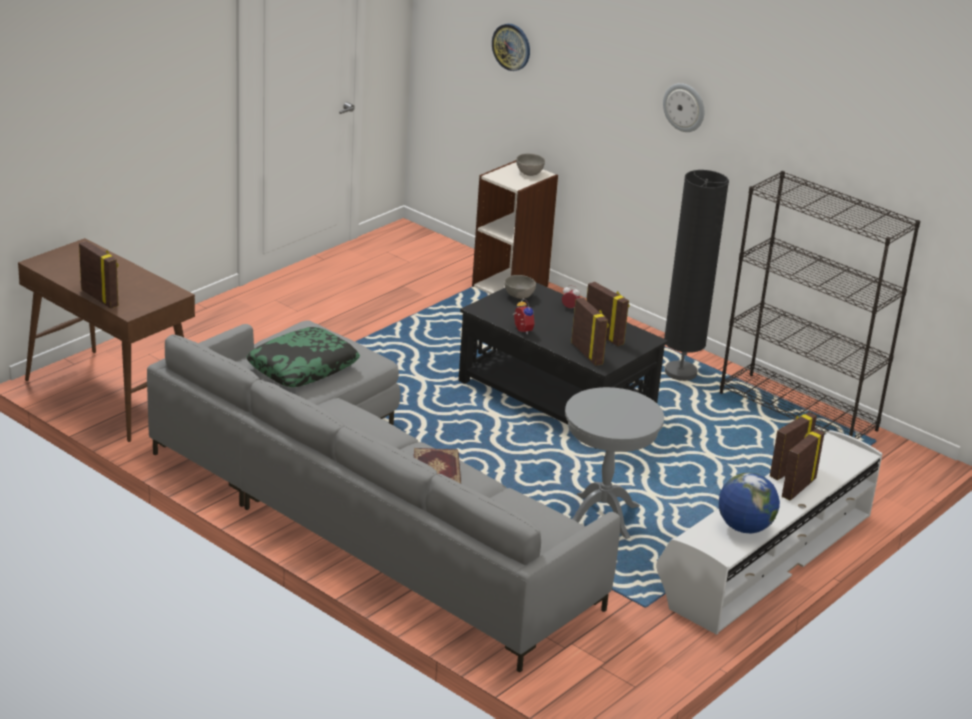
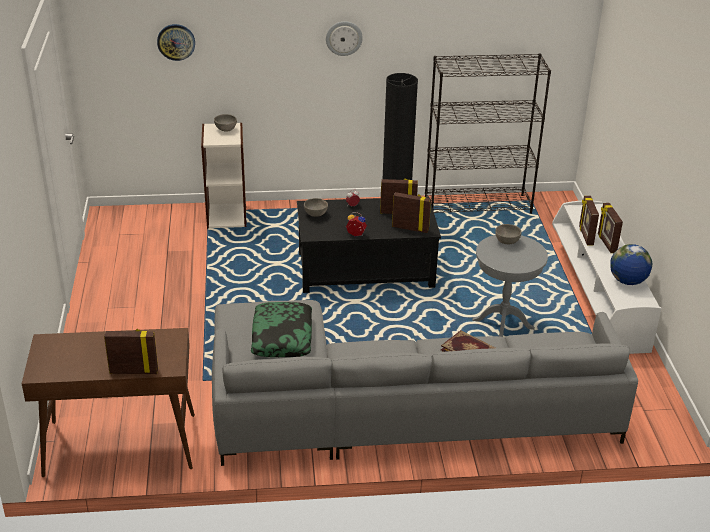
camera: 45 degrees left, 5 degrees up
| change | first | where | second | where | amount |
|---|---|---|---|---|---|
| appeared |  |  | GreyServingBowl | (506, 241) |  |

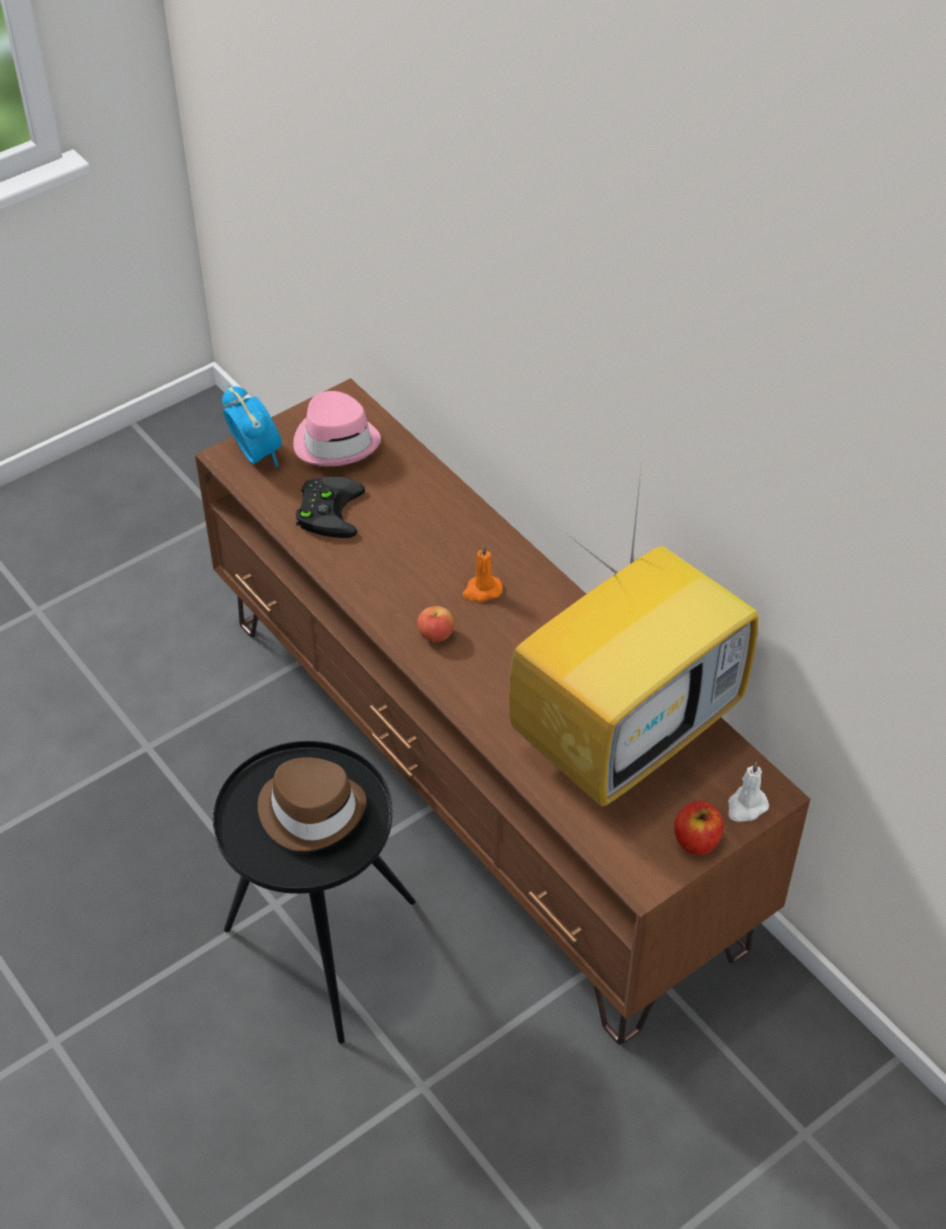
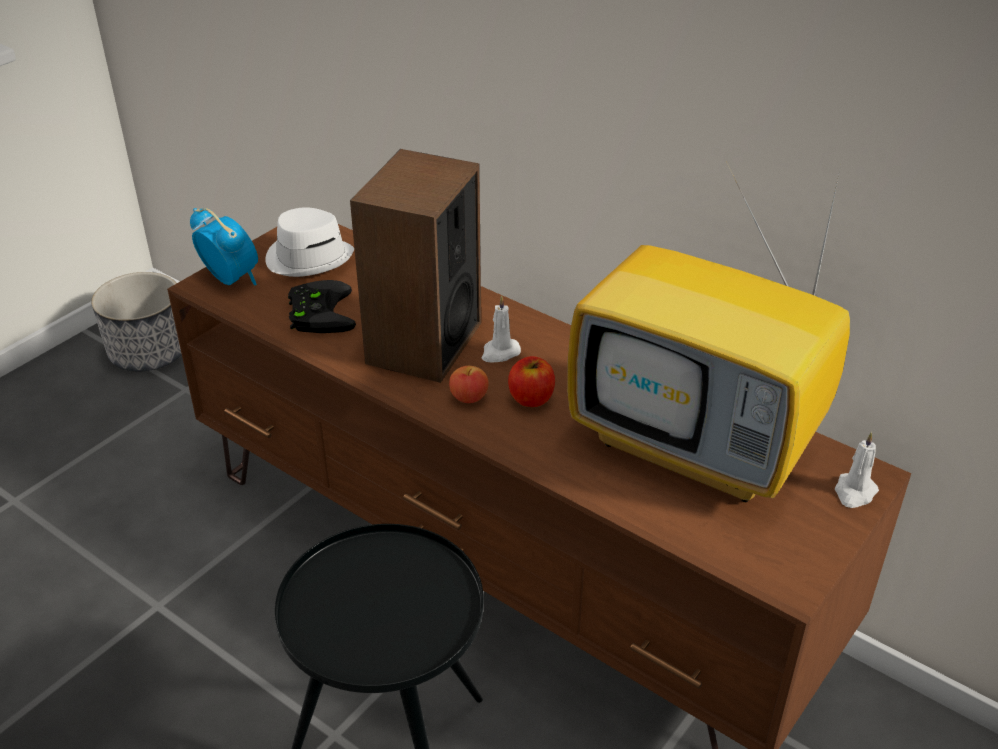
camera: 15 degrees left, 10 degrees down
| change | first | where | second | where | amount |
|---|---|---|---|---|---|
| appeared |  |  | PlantPot | (149, 352) |  |
| colour | PinkColouredWearableHat | (336, 441) | WhiteColouredWearableHat | (309, 258) |  |
| appeared |  |  | Speaker | (423, 343) |  |
| colour | OrangeWaxLight | (482, 590) | WhiteColouredWaxLight | (500, 352) |  |
| relocated | Apple | (696, 840) |  | (531, 398) |  |
| spun | TvSet | (626, 730) |  | (700, 446) | 90 degrees clockwise |
| missing | BrownColouredWearableHat | (312, 811) |  |  |  |

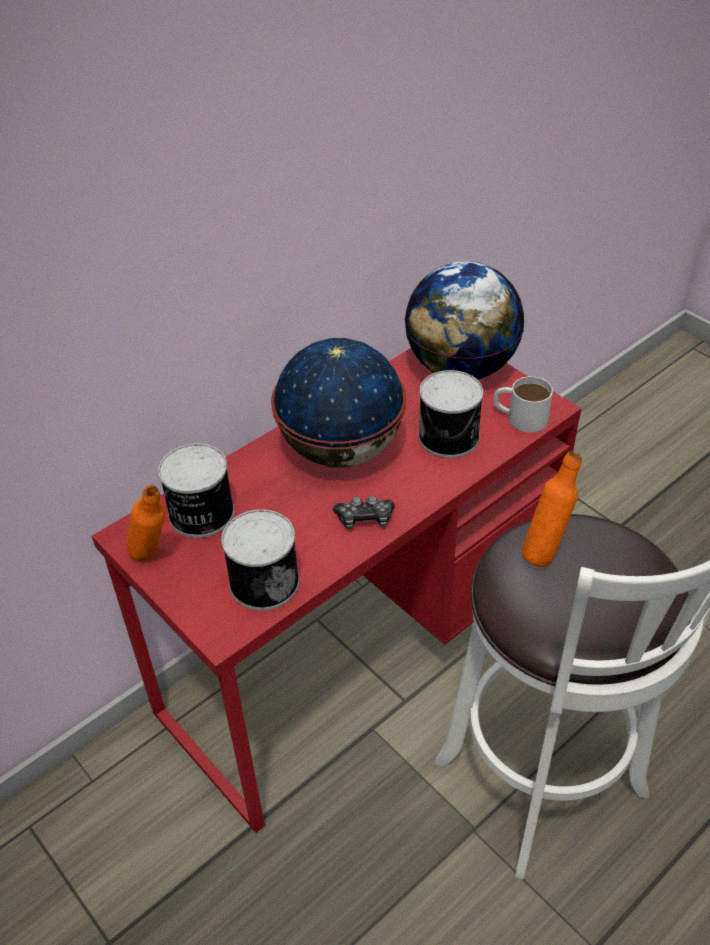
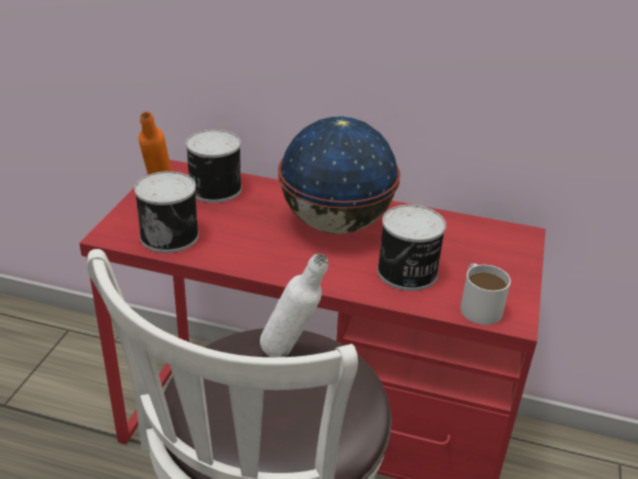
camera: 55 degrees right, 10 degrees down
| change | first | where | second | where | amount |
|---|---|---|---|---|---|
| colour | OrangeBeverageBottle | (545, 552) | WhiteColouredBeverageBottle | (291, 354) |  |
| missing | Joypad | (365, 519) |  |  |  |
| missing | WorldGlobe | (460, 368) |  |  |  |

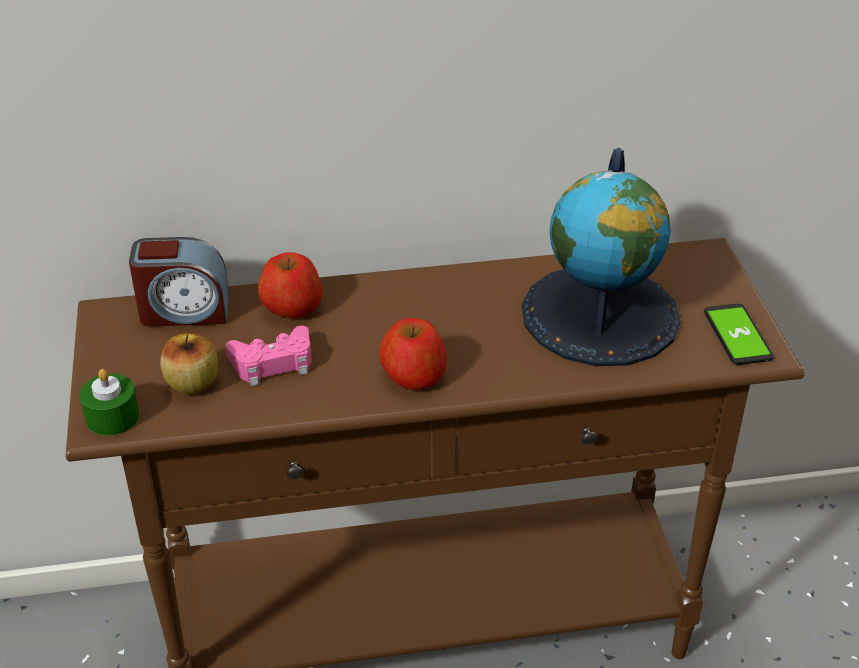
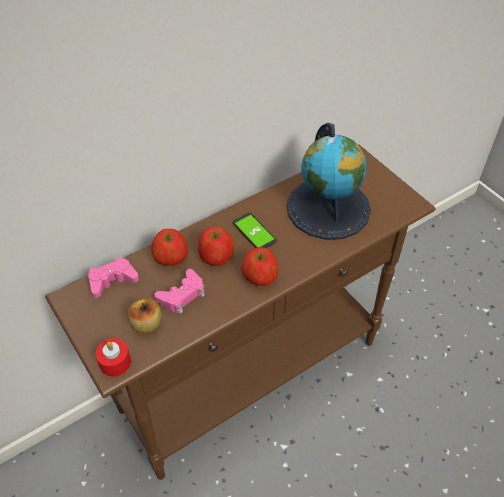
camera: 25 degrees left, 10 degrees up
| change | first | where | second | where | amount |
|---|---|---|---|---|---|
| exchanged | AlarmClock | (184, 311) | PinkColouredJoypad | (112, 280) |  |
| colour | GreenWaxLight | (112, 417) | RedColouredWaxLight | (115, 362) |  |
| appeared |  |  | Apple | (216, 255) |  |
| relocated | Telephone | (737, 335) |  | (254, 232) |  |

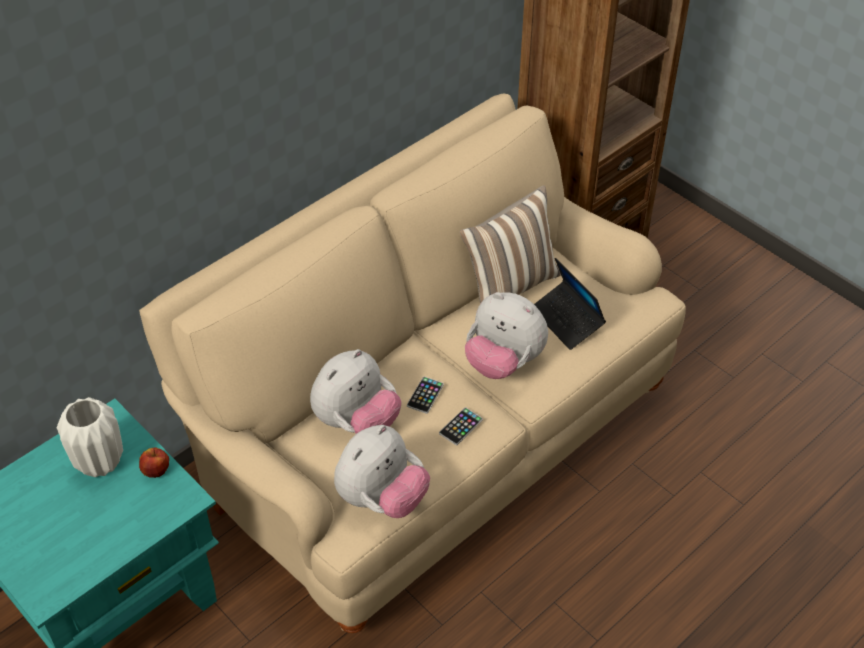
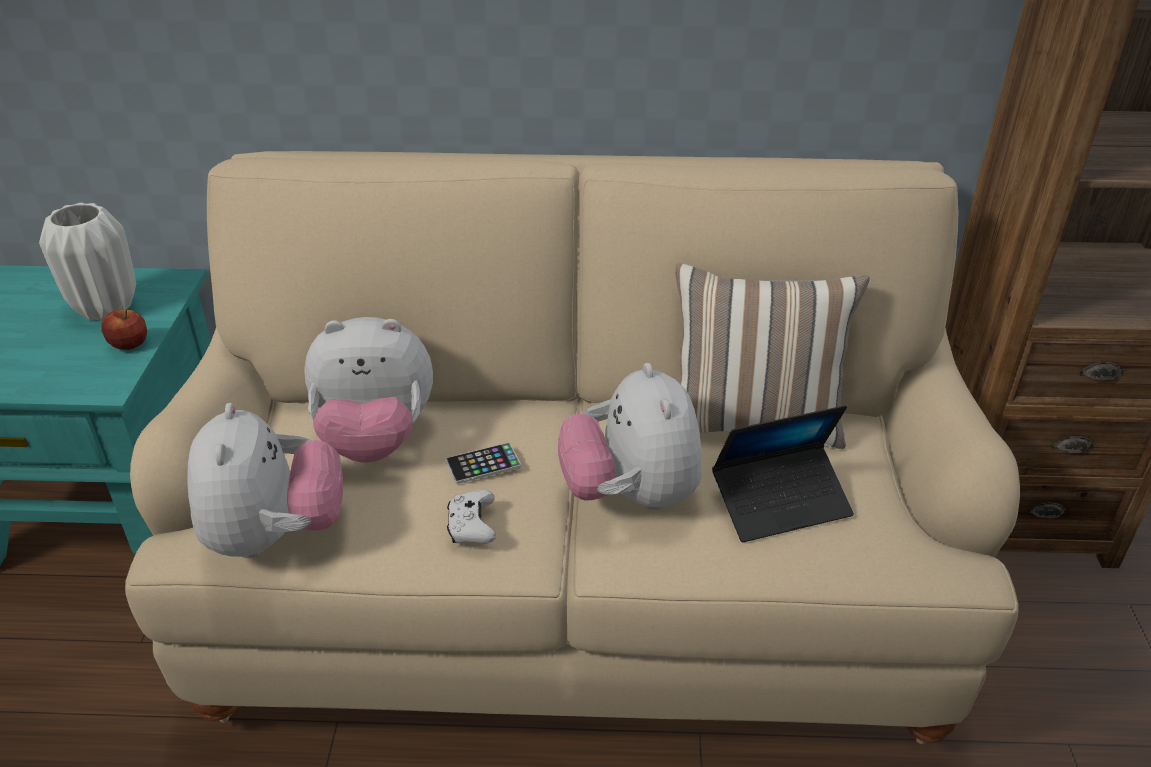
camera: 45 degrees right, 10 degrees down
| change | first | where | second | where | amount |
|---|---|---|---|---|---|
| spun | SoftToy | (382, 498) |  | (275, 535) | 90 degrees counterclockwise |
| exchanged | Telephone | (460, 426) | WhiteColouredJoypad | (472, 526) |  |
| spun | PortableComputer | (567, 320) |  | (781, 502) | 120 degrees counterclockwise |

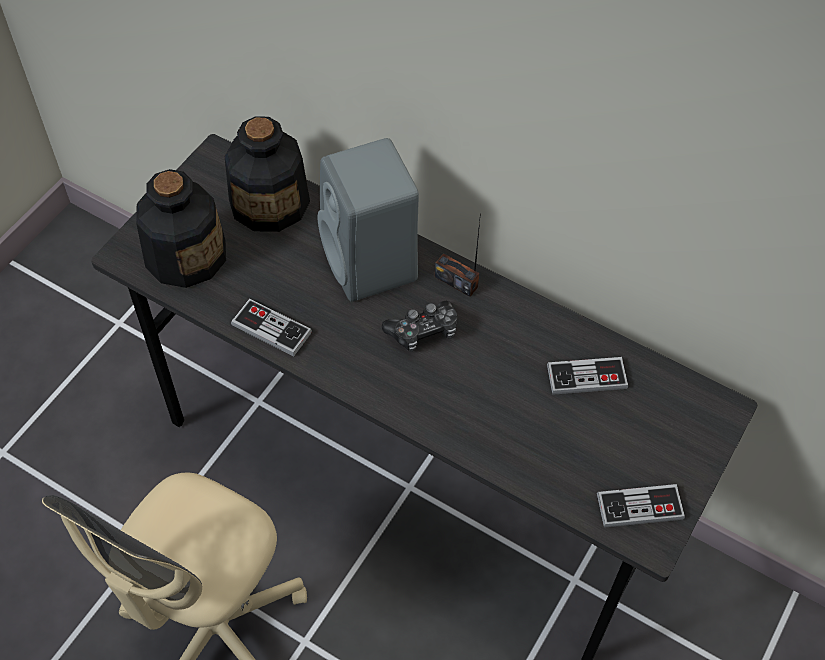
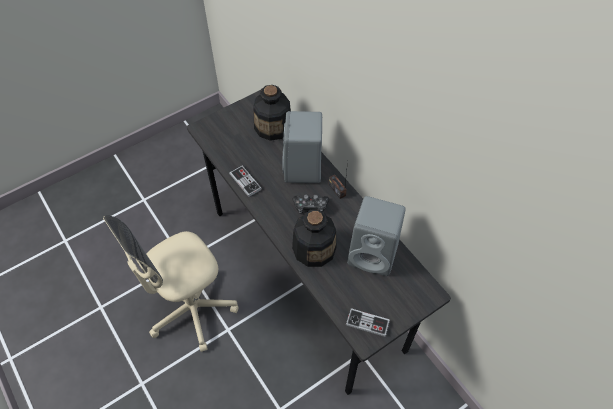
camera: 25 degrees right, 0 degrees up
| change | first | where | second | where | amount |
|---|---|---|---|---|---|
| relocated | BeverageBottle | (185, 255) |  | (314, 248) |  |
| exchanged | Joypad | (586, 377) | GreySpeaker | (374, 255) |  |

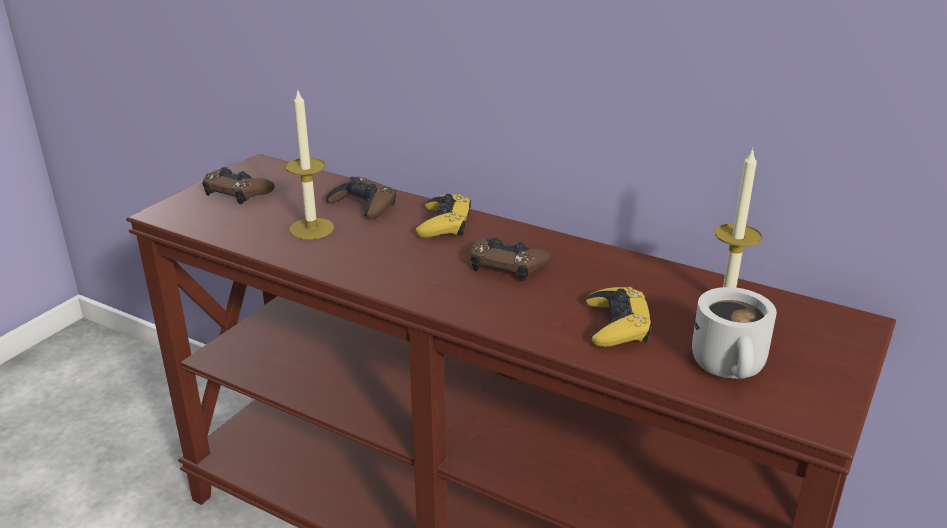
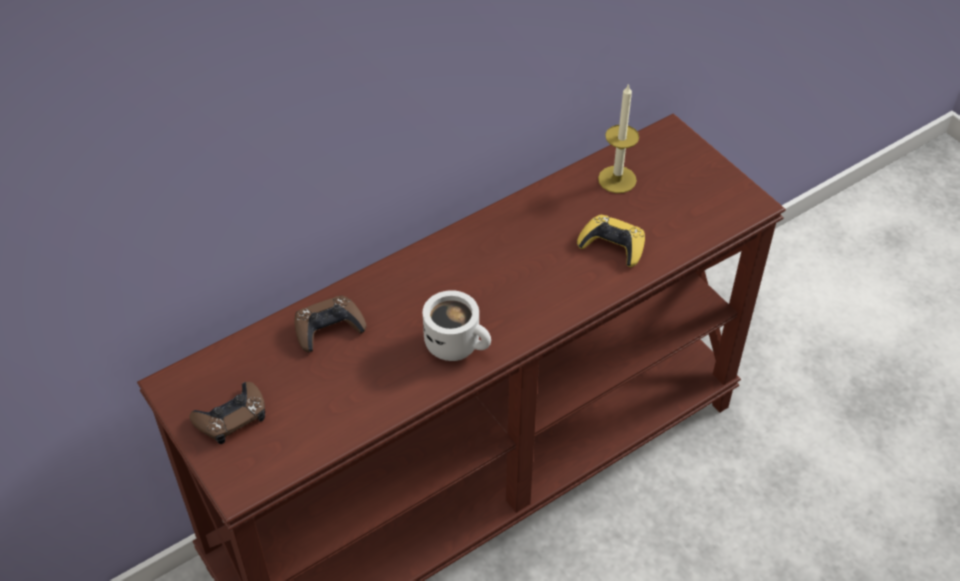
camera: 65 degrees left, 20 degrees up
| change | first | where | second | where | amount |
|---|---|---|---|---|---|
| relocated | WhiteColouredTeaMug | (732, 367) |  | (457, 343) |  |
| missing | WaxLight | (311, 228) |  |  |  |
| missing | YellowJoypad | (444, 224) |  |  |  |
| missing | BrownColouredJoypad | (507, 265) |  |  |  |

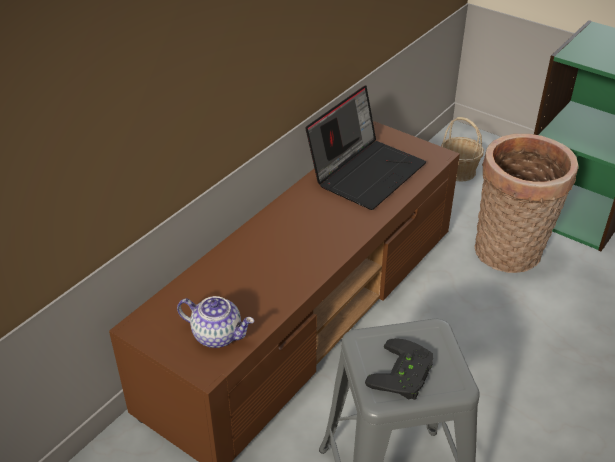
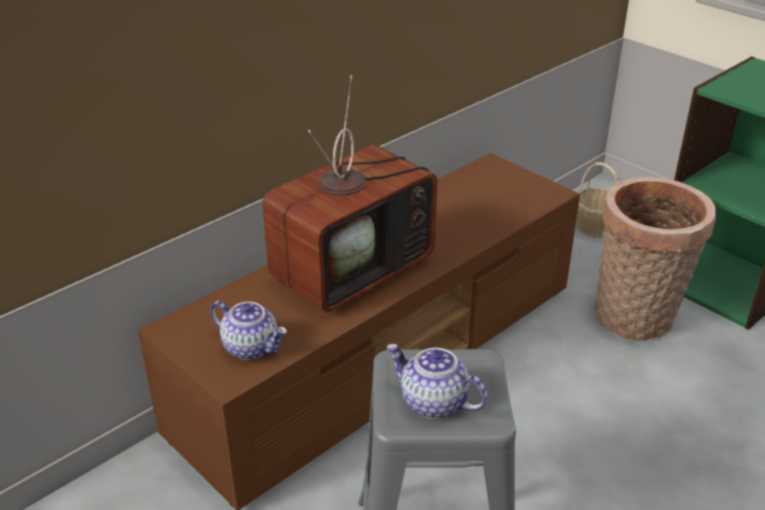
camera: 10 degrees right, 5 degrees down
| change | first | where | second | where | amount |
|---|---|---|---|---|---|
| appeared |  |  | TvSet | (353, 268) |  |
| exchanged | BlackColouredJoypad | (405, 375) | PotForTea | (433, 402) |  |
| missing | PortableComputer | (366, 171) |  |  |  |

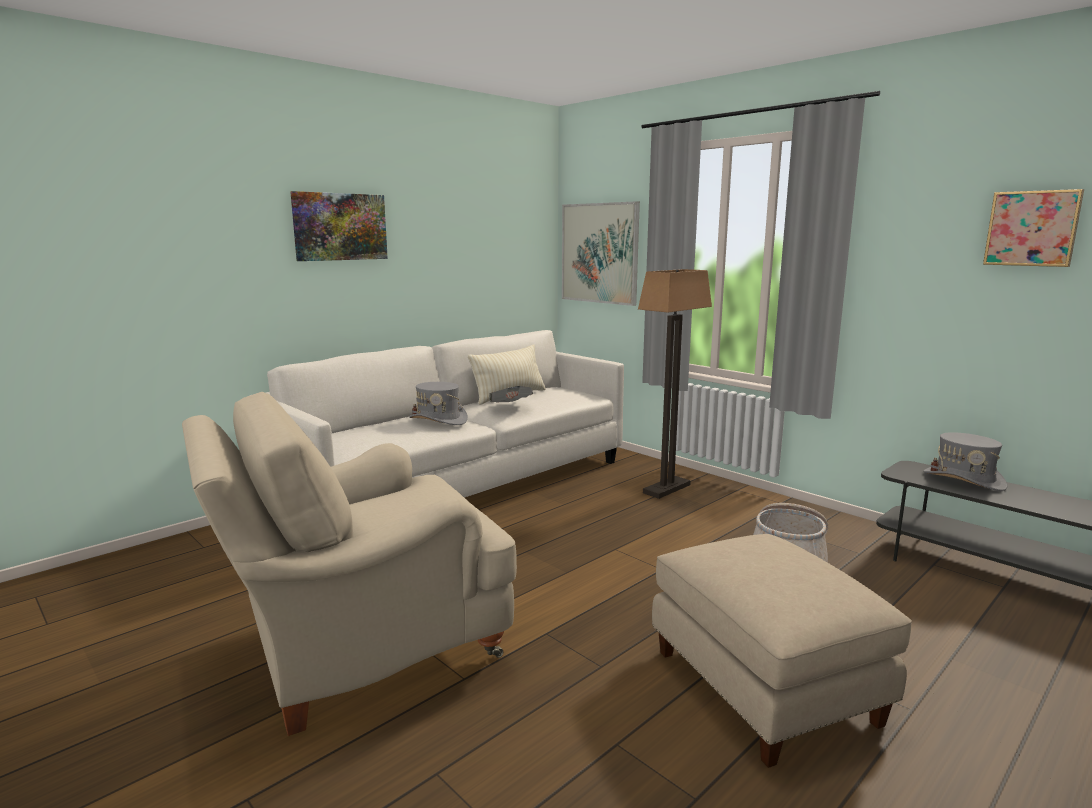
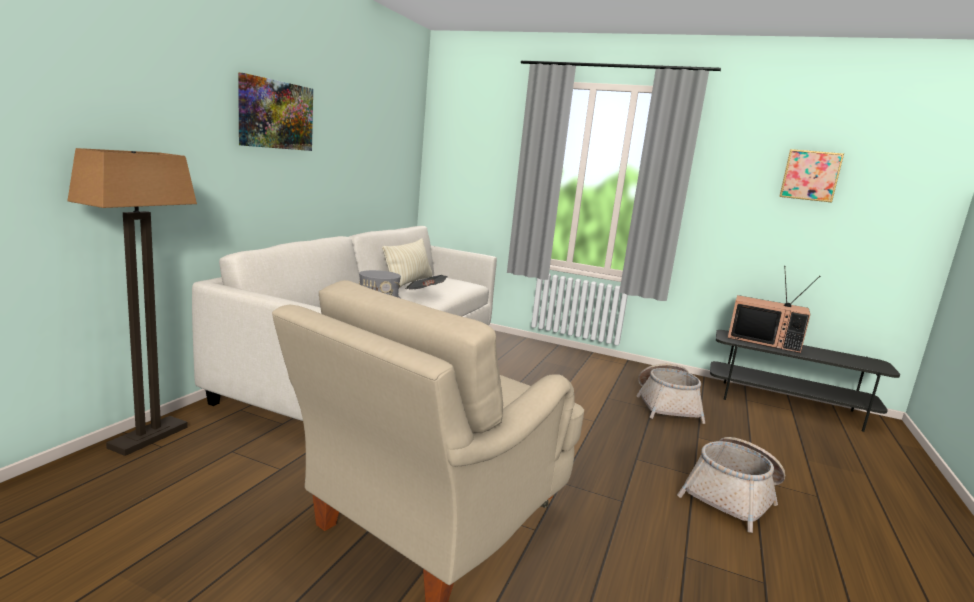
camera: 25 degrees left, 0 degrees up
| change | first | where | second | where | amount |
|---|---|---|---|---|---|
| relocated | StandingLamp | (666, 488) |  | (149, 437) |  |
| exchanged | SandColouredOttoman | (766, 686) | Basket | (732, 496) |  |
| exchanged | GreyWearableHat | (964, 480) | TvSet | (764, 341) |  |
| missing | WallPicture | (599, 253) |  |  |  |

